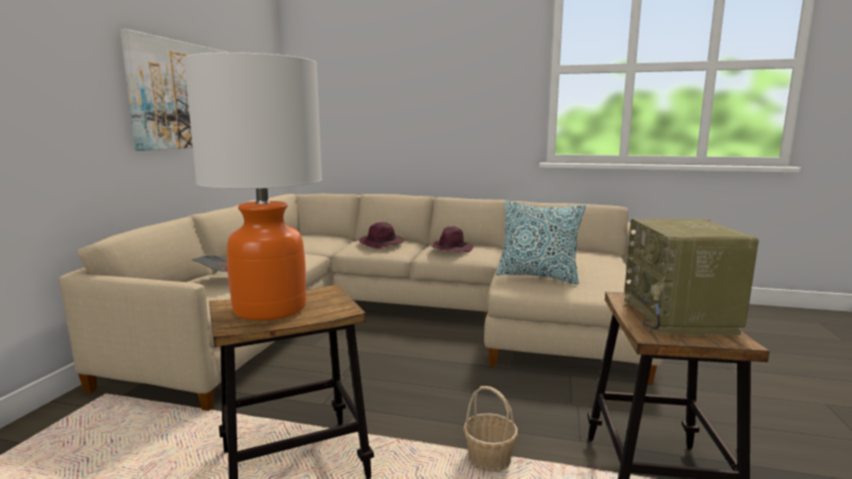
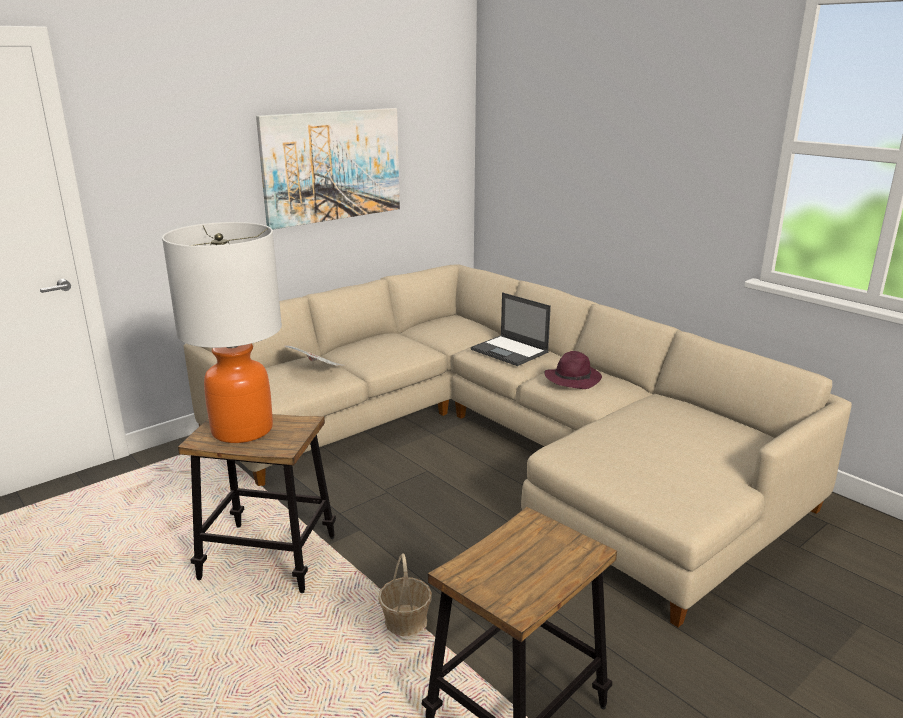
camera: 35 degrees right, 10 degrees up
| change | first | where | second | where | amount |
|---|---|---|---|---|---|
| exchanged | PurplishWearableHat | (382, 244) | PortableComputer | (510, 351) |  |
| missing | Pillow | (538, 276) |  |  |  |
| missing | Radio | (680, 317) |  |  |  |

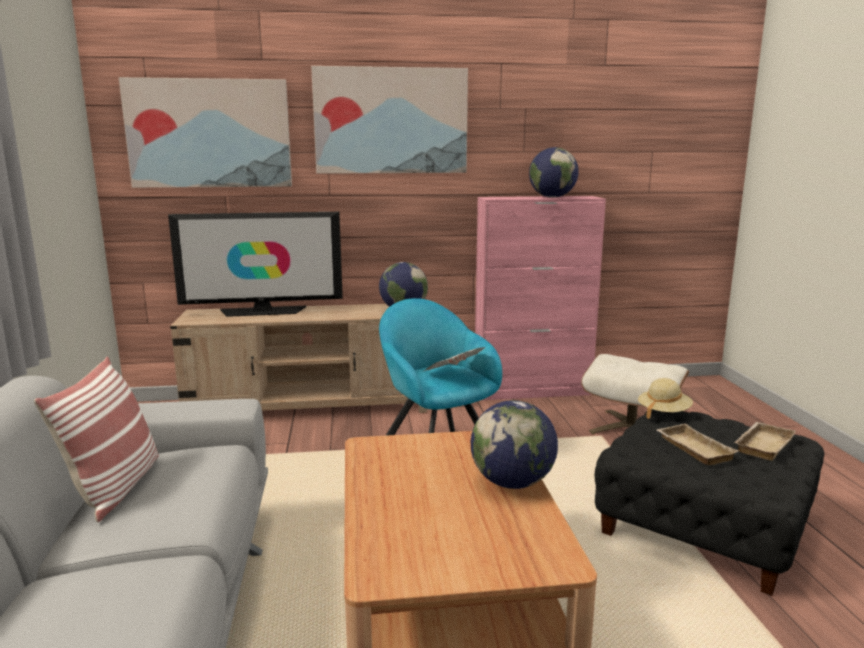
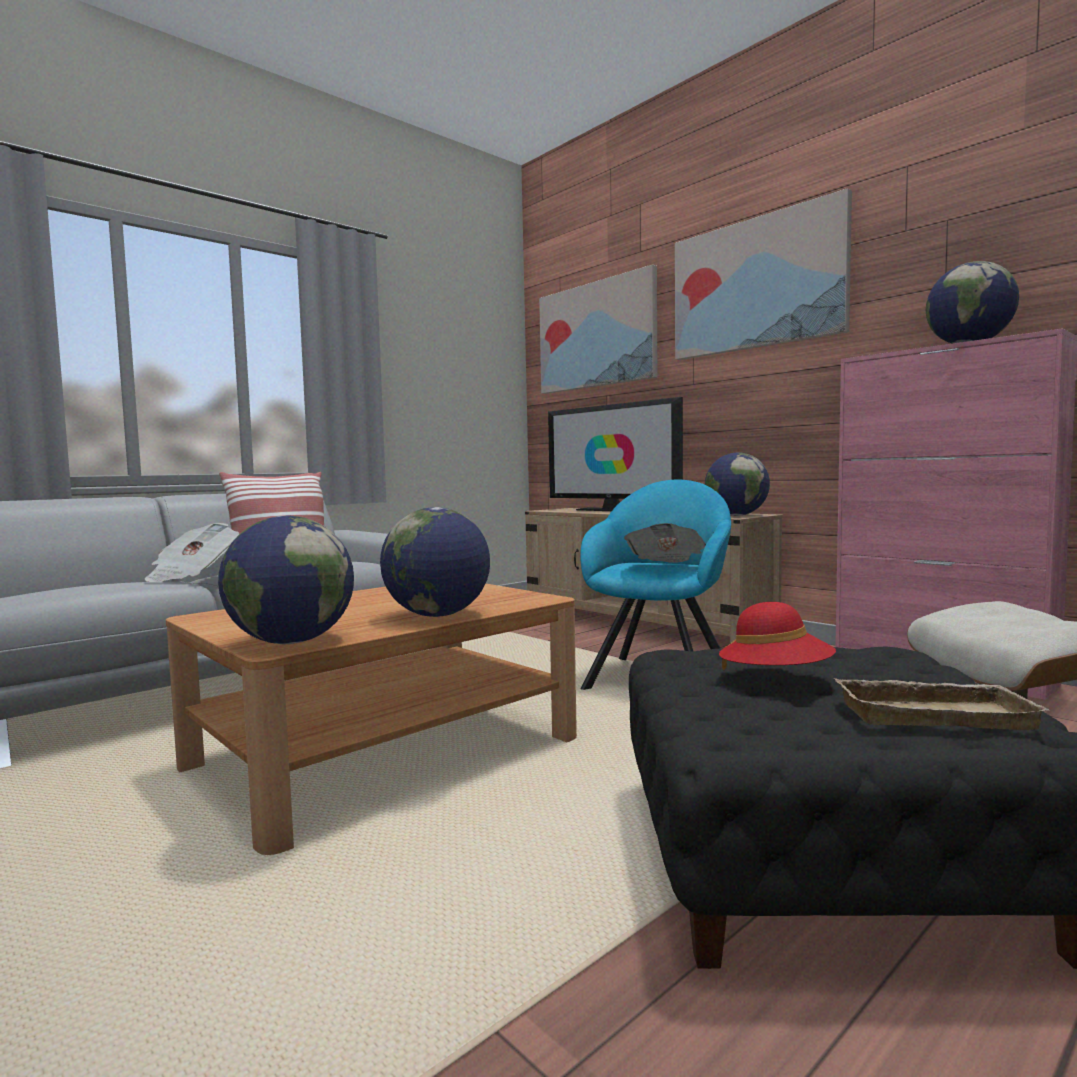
camera: 55 degrees right, 10 degrees down
| change | first | where | second | where | amount |
|---|---|---|---|---|---|
| appeared |  |  | Newspaper | (192, 575) |  |
| appeared |  |  | WorldGlobe | (291, 642) |  |
| exchanged | SandColouredServingTray | (692, 449) | RedColouredWearableHat | (776, 679) |  |
| missing | SandColouredWearableHat | (663, 412) |  |  |  |

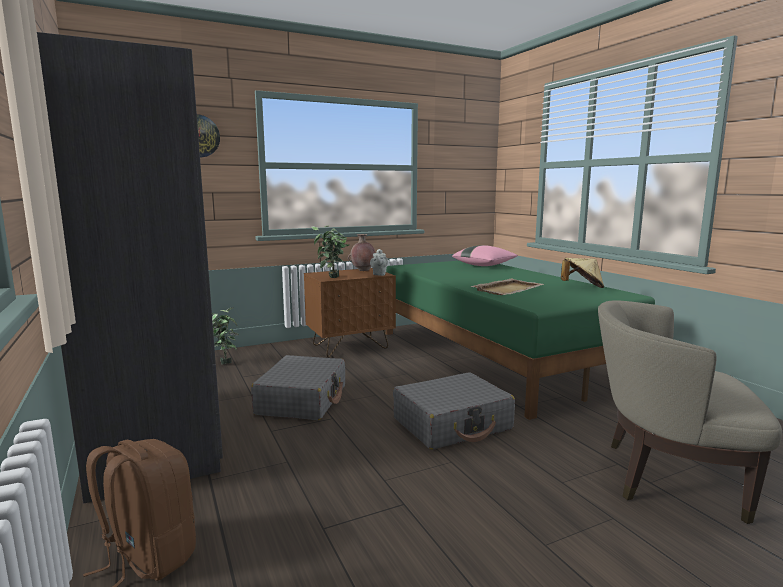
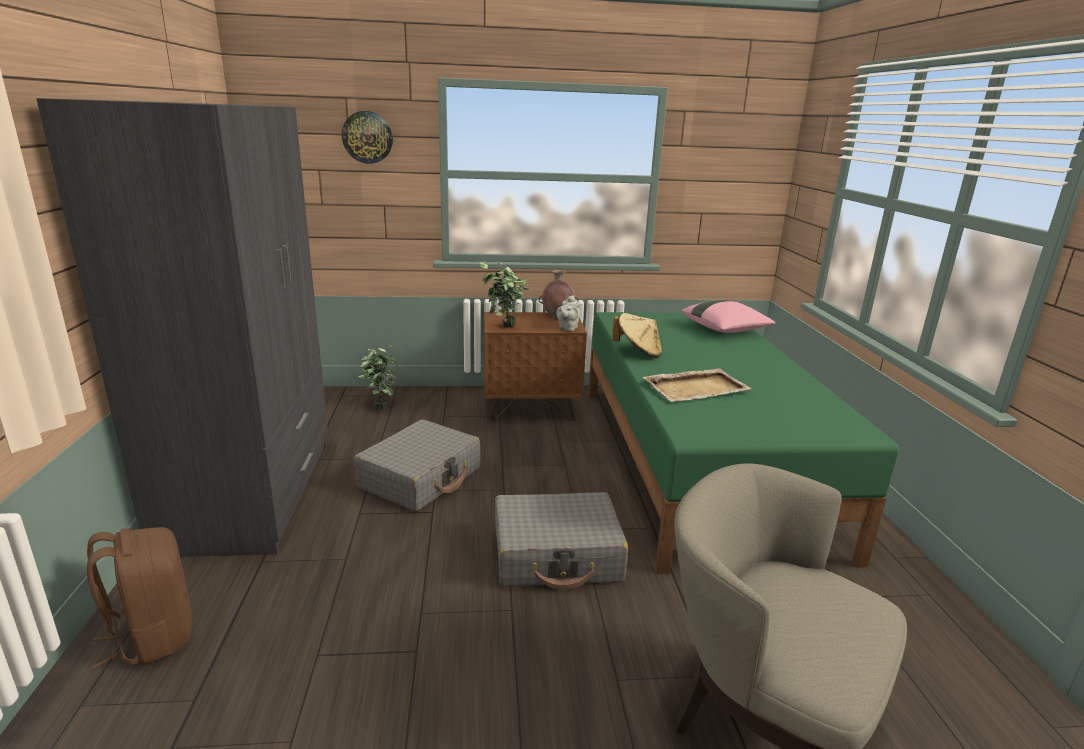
camera: 20 degrees right, 10 degrees up
| change | first | where | second | where | amount |
|---|---|---|---|---|---|
| relocated | SandColouredWearableHat | (582, 287) |  | (638, 352) |  |

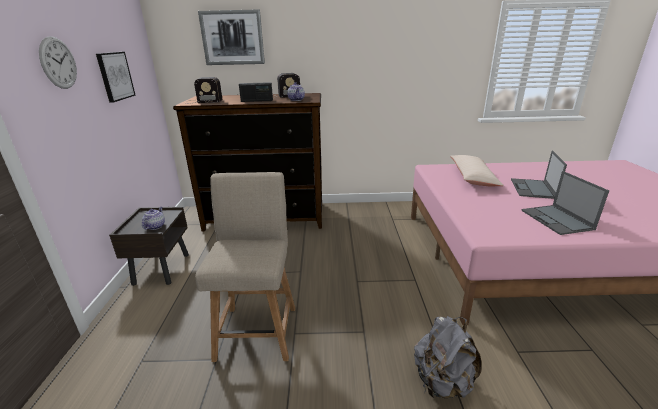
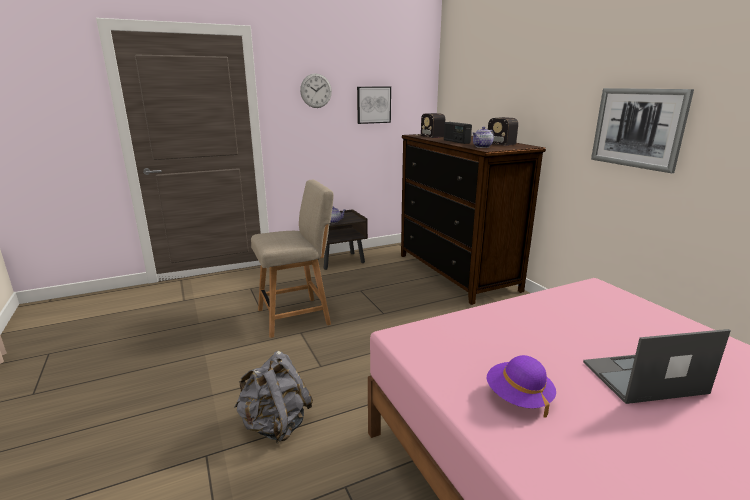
camera: 65 degrees right, 5 degrees down
| change | first | where | second | where | amount |
|---|---|---|---|---|---|
| exchanged | PortableComputer | (557, 220) | PurplishWearableHat | (518, 397) |  |
| relocated | WallPicture | (232, 38) |  | (638, 128) |  |
| missing | SandColouredPillow | (473, 177) |  |  |  |

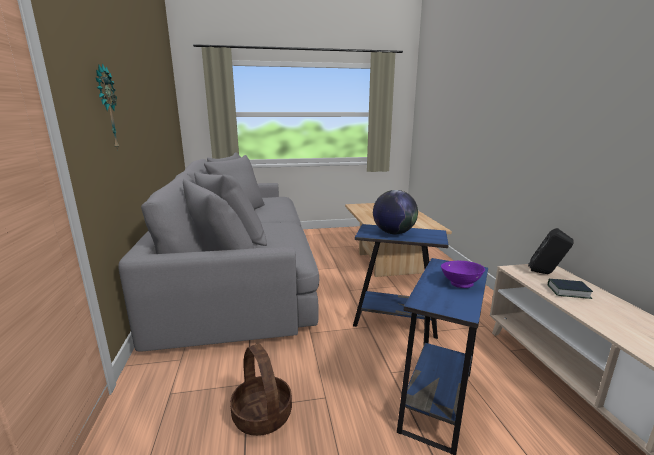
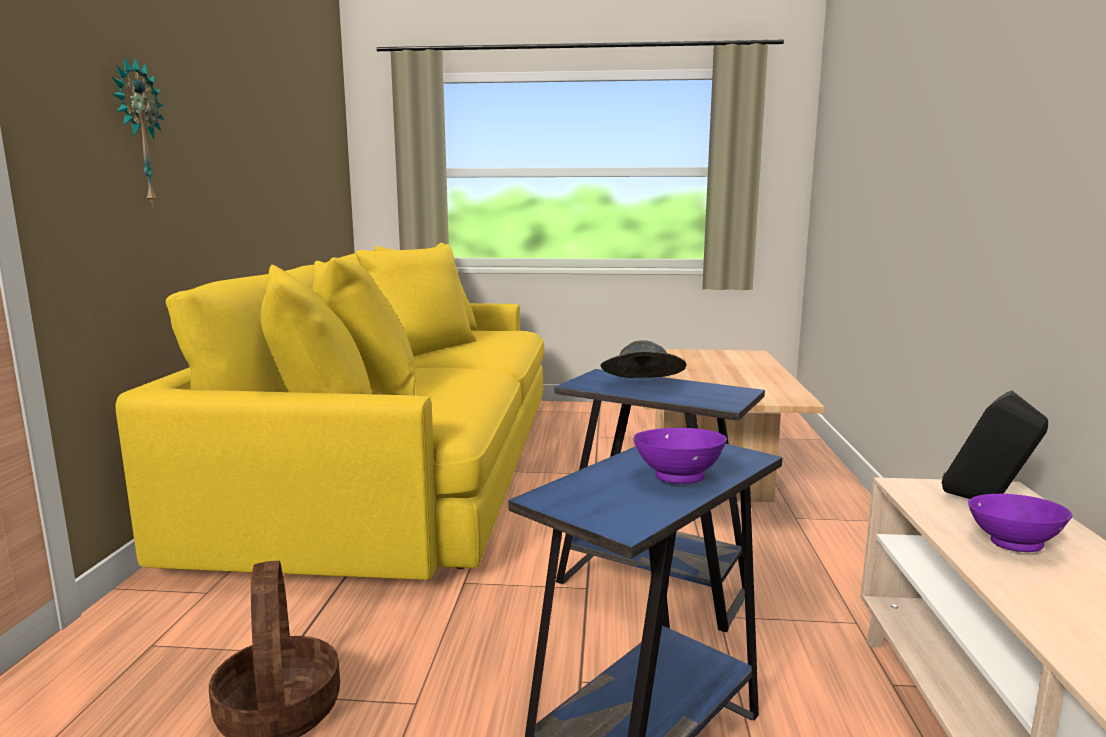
camera: 15 degrees right, 5 degrees down
| change | first | where | second | where | amount |
|---|---|---|---|---|---|
| colour | GreyCouch | (240, 273) | YellowCouch | (402, 464) |  |
| exchanged | WorldGlobe | (393, 233) | GreyWearableHat | (641, 386) |  |
| exchanged | Volume | (568, 292) | PurplishServingBowl | (1012, 543) |  |

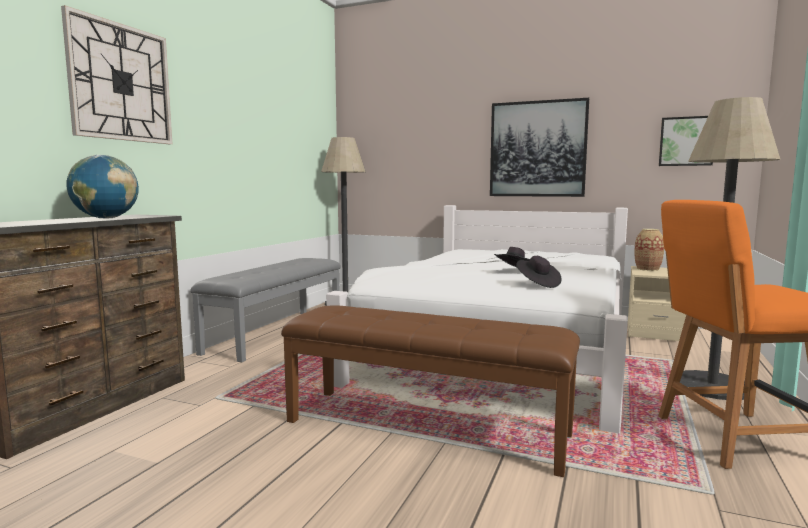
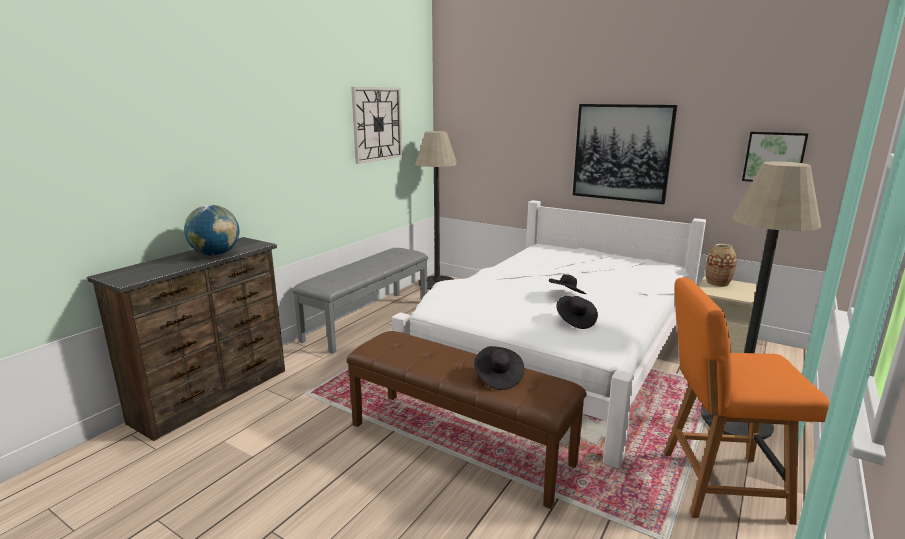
camera: 10 degrees right, 10 degrees up
| change | first | where | second | where | amount |
|---|---|---|---|---|---|
| relocated | ClockOnTheWall | (121, 83) |  | (377, 124) |  |
| appeared |  |  | BlackColouredWearableHat | (498, 378) |  |

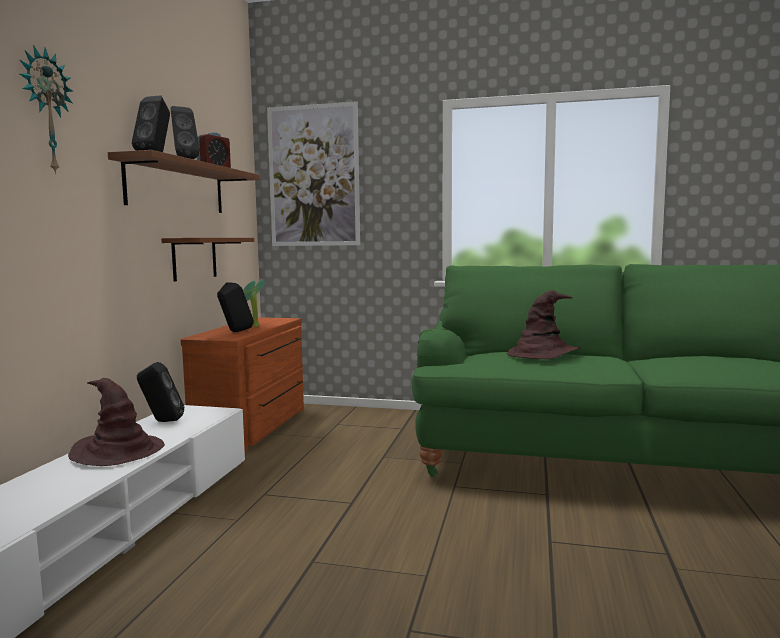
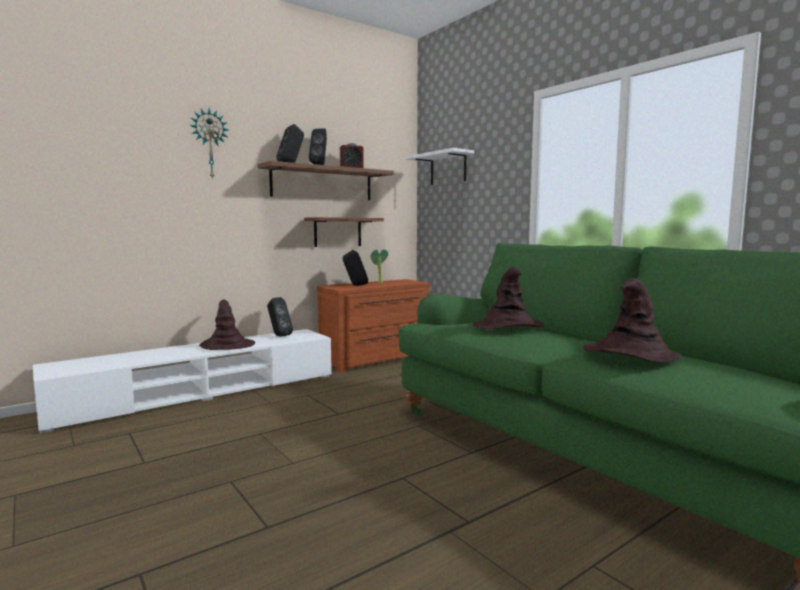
camera: 40 degrees right, 0 degrees up
| change | first | where | second | where | amount |
|---|---|---|---|---|---|
| exchanged | WallPicture | (313, 176) | WhiteColouredShelf | (448, 168) |  |
| appeared |  |  | BrownColouredWearableHat | (629, 354) |  |

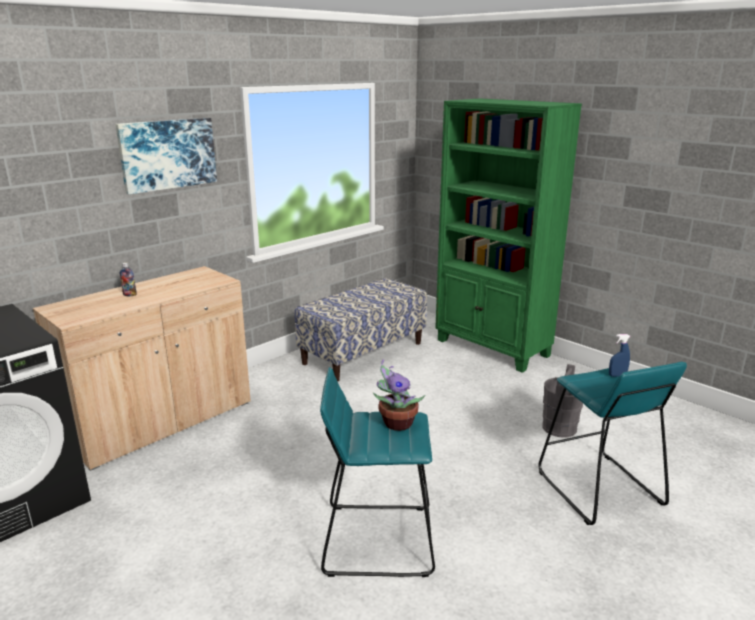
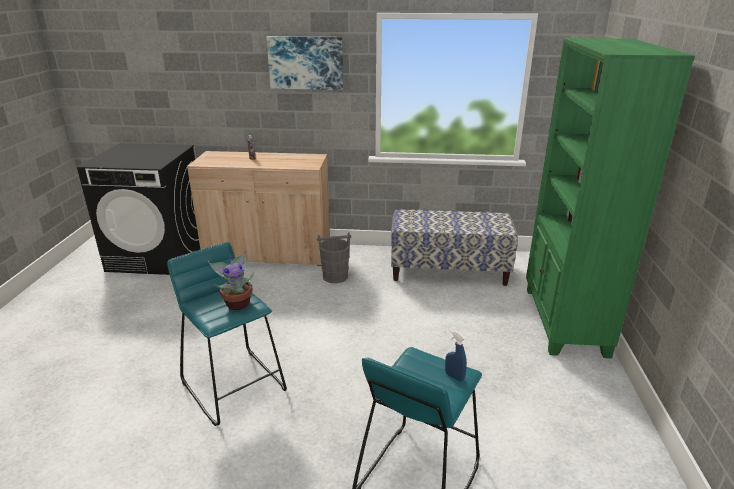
camera: 50 degrees right, 5 degrees up
| change | first | where | second | where | amount |
|---|---|---|---|---|---|
| relocated | GreyPail | (559, 428) |  | (335, 276) |  |

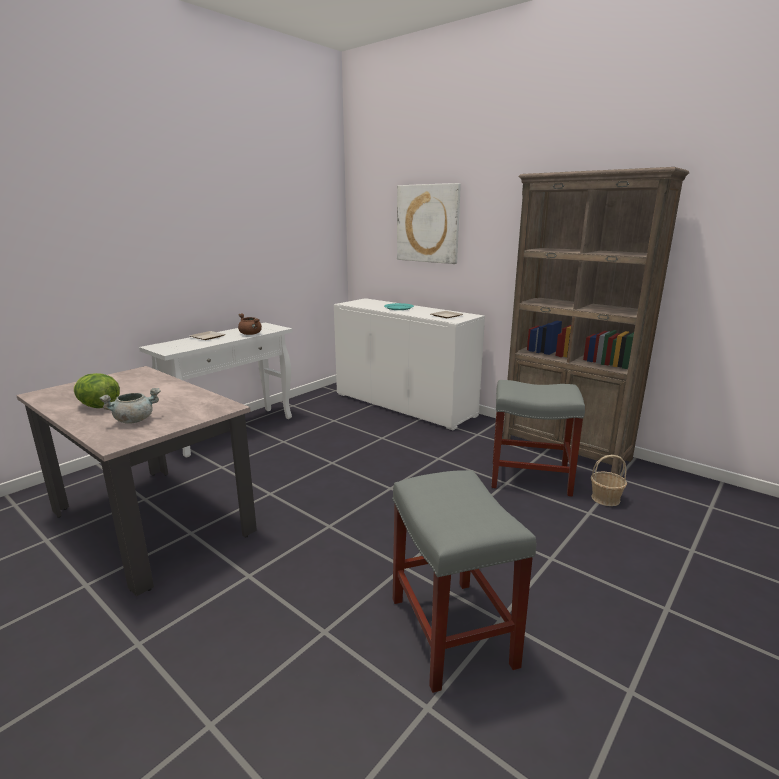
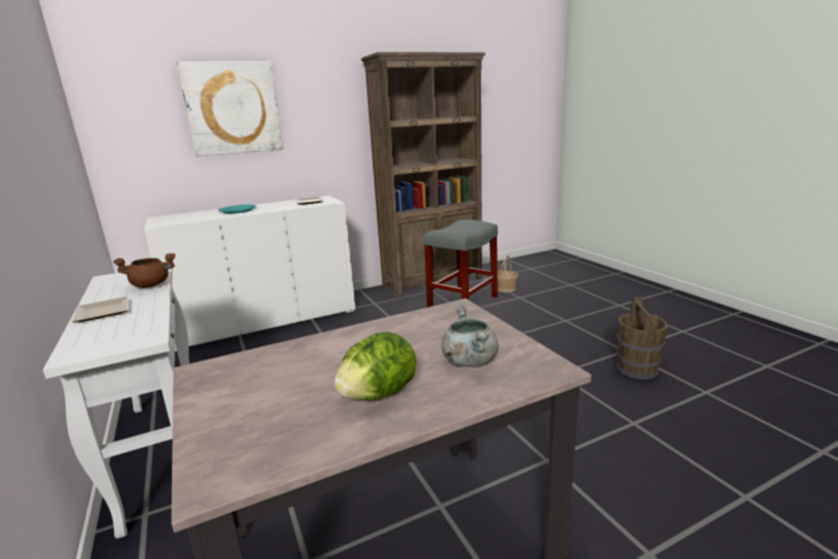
camera: 65 degrees left, 0 degrees up
| change | first | where | second | where | amount |
|---|---|---|---|---|---|
| exchanged | GreyStoolSeat | (453, 632) | BrownColouredPail | (636, 369) |  |

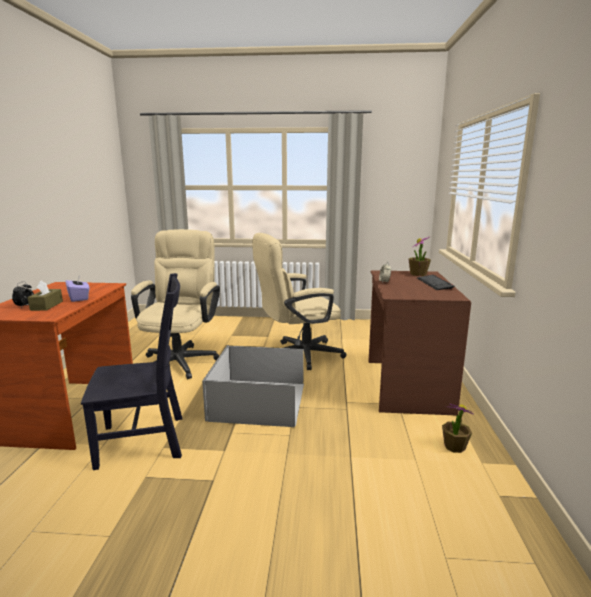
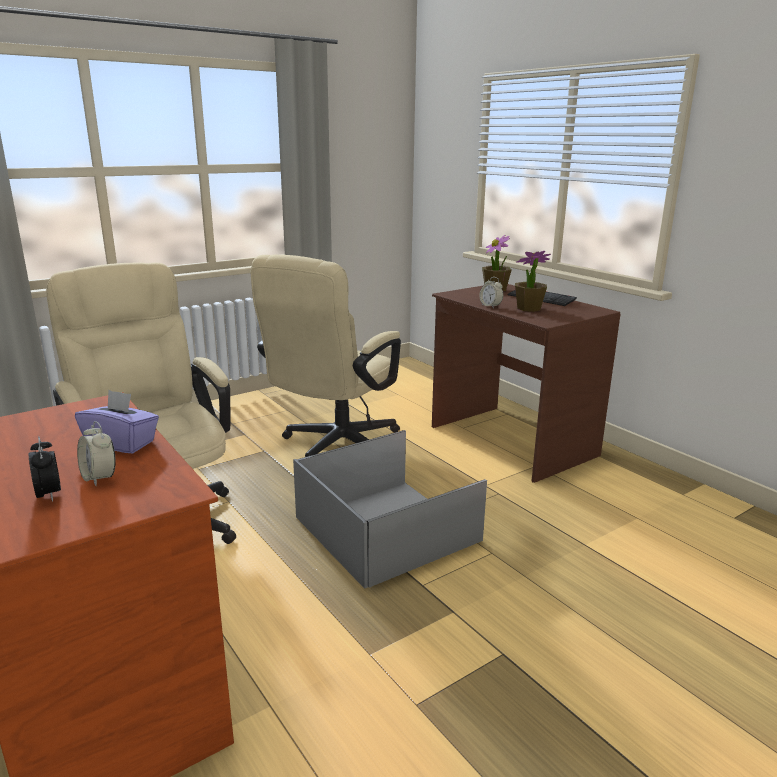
camera: 40 degrees left, 5 degrees up
| change | first | where | second | where | amount |
|---|---|---|---|---|---|
| exchanged | BrownColouredTissueHolder | (46, 306) | AlarmClock | (99, 478) |  |
| relocated | PlantInAPot | (454, 446) |  | (528, 308) |  |
| missing | BlackColouredUprightChair | (146, 441) |  |  |  |

